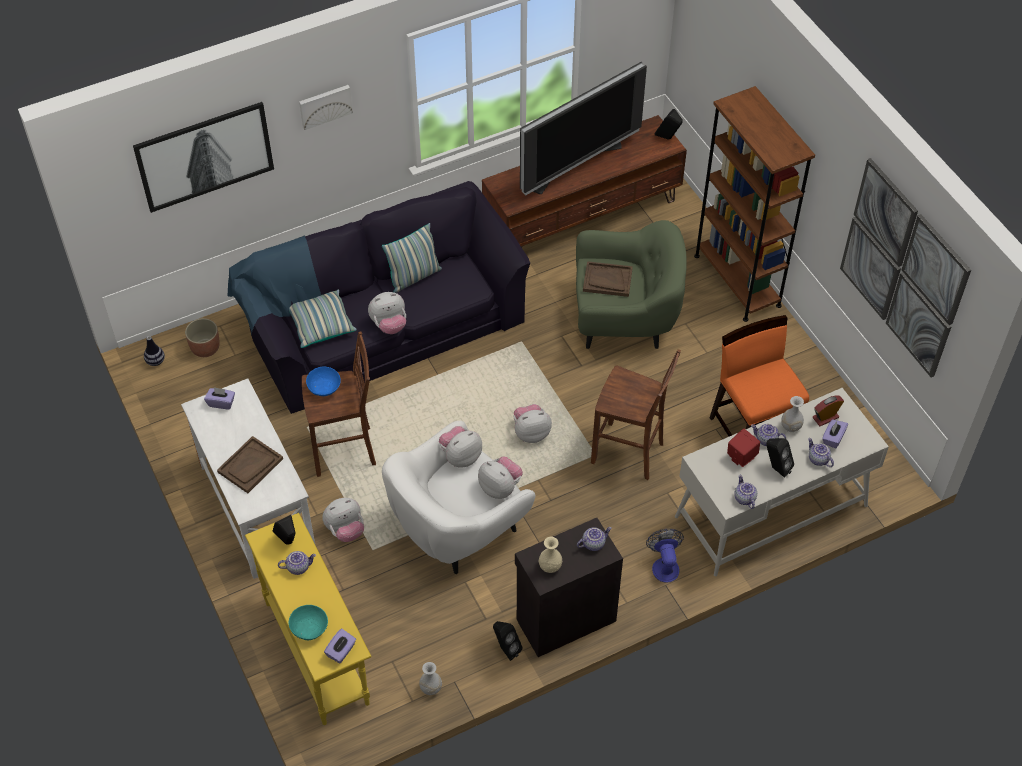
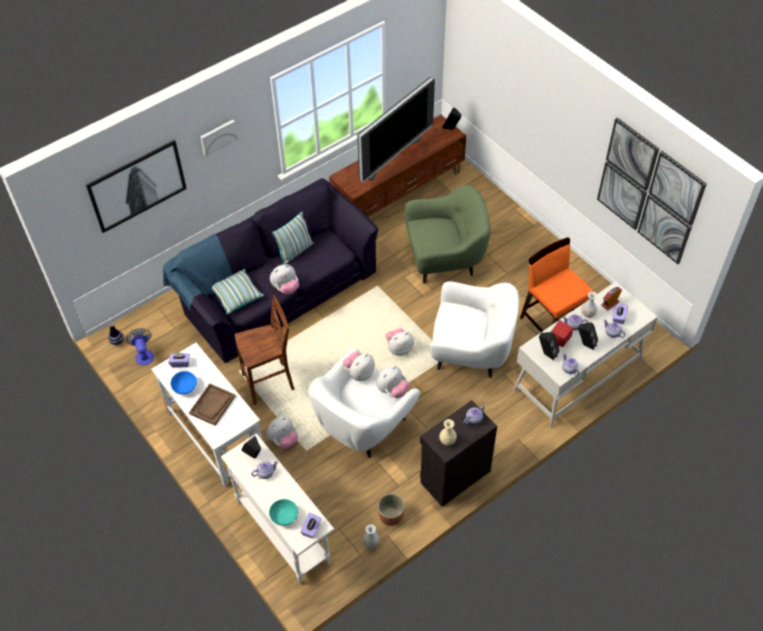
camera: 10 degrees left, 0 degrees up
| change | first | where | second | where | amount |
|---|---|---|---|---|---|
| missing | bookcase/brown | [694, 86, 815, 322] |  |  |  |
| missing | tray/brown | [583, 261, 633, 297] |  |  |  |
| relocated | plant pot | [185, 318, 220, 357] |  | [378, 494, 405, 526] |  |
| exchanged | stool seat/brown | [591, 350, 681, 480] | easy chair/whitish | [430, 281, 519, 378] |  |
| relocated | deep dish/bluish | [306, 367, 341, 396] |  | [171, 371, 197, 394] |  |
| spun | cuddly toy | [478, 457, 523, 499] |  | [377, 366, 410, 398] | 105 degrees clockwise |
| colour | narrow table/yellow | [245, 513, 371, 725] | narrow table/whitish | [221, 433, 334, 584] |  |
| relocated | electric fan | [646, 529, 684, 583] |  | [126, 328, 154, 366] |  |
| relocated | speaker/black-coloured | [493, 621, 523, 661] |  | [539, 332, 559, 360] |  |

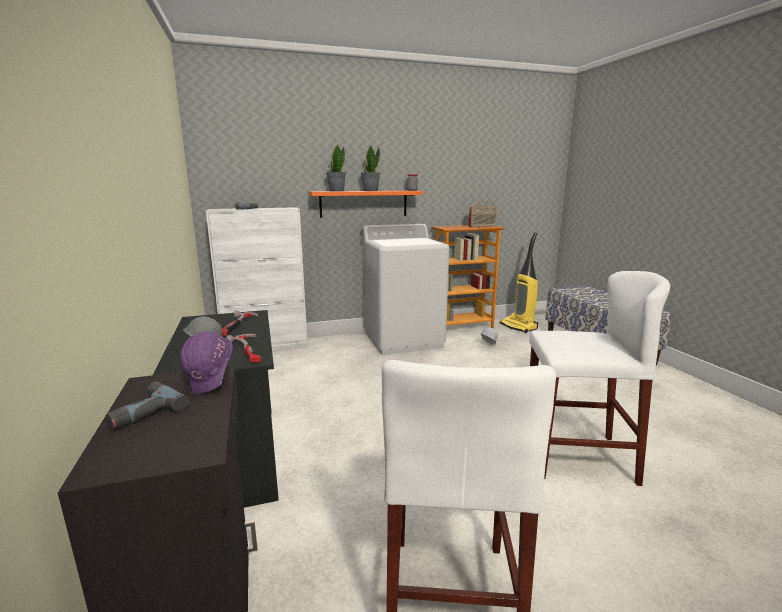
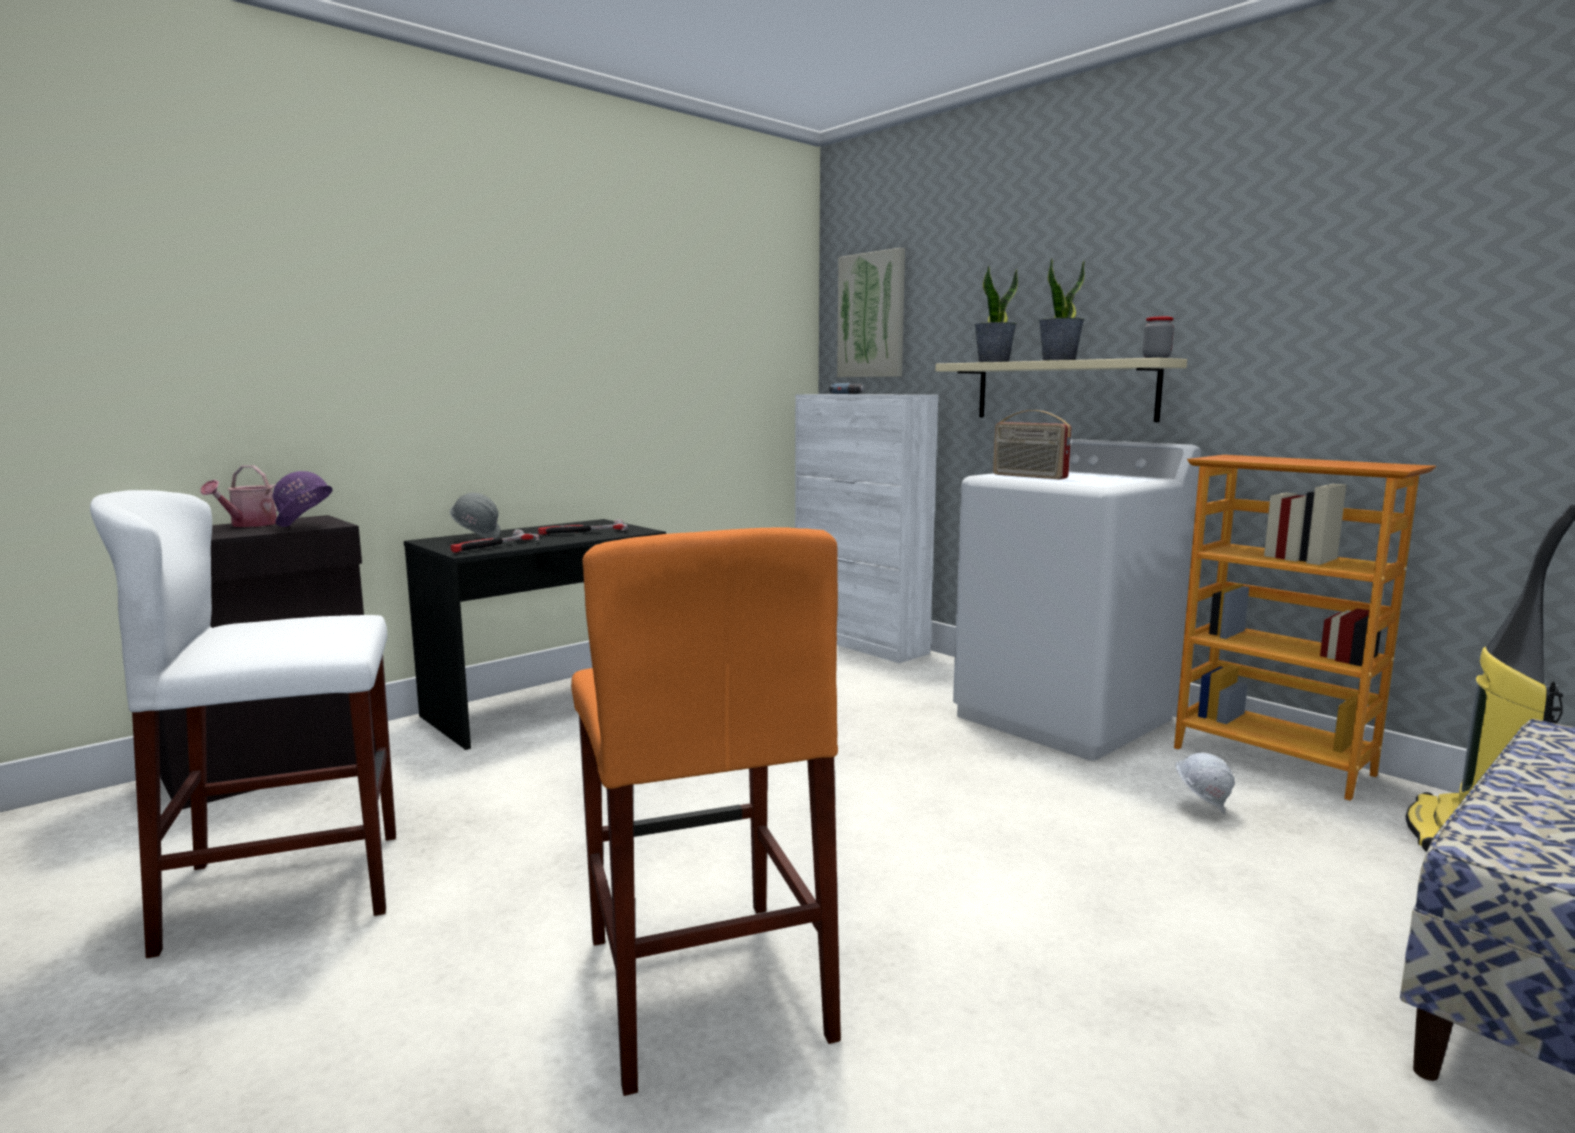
camera: 65 degrees right, 5 degrees down
| change | first | where | second | where | amount |
|---|---|---|---|---|---|
| colour | bracket shelf/orangey | [309, 191, 423, 218] | bracket shelf/sand-coloured | [935, 358, 1187, 422] |  |
| relocated | radio | [468, 201, 497, 227] |  | [993, 410, 1071, 479] |  |
| colour | stool seat/whitish | [529, 271, 670, 486] | stool seat/orangey | [571, 528, 841, 1096] |  |
| exchanged | electric drill | [106, 382, 189, 429] | watering can | [200, 465, 278, 527] |  |
| appeared |  |  | picture | [837, 248, 905, 377] |  |

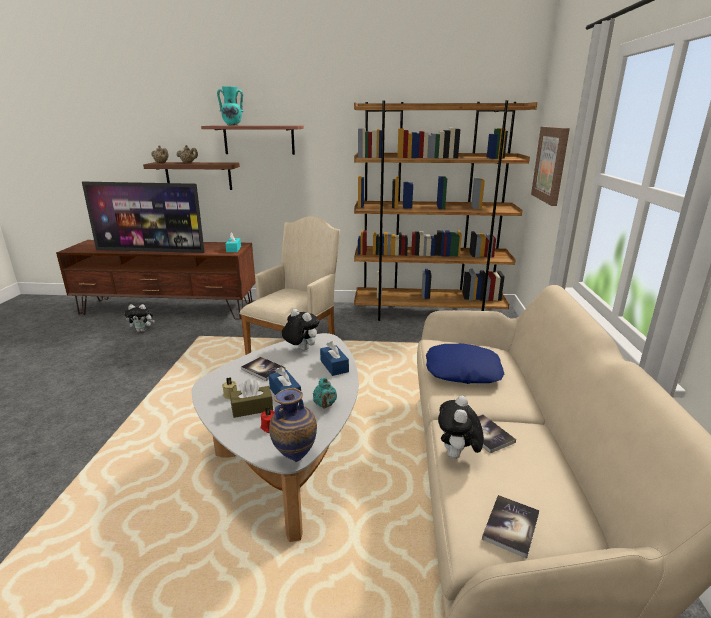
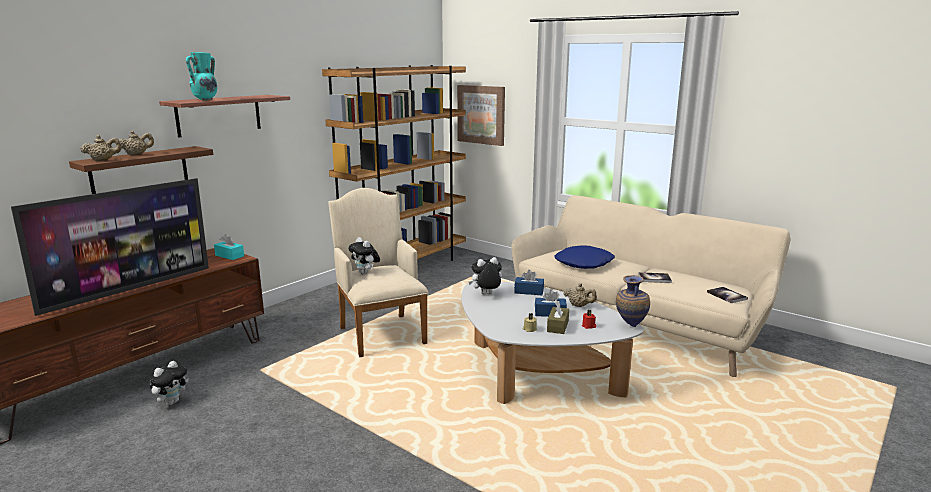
camera: 55 degrees left, 5 degrees down
| change | first | where | second | where | amount |
|---|---|---|---|---|---|
| missing | book | [241, 357, 286, 381] |  |  |  |
| colour | teapot/blue-green | [313, 377, 337, 409] | teapot/sand-coloured | [564, 283, 597, 307] |  |
| relocated | cuddly toy | [438, 396, 484, 459] |  | [348, 237, 380, 275] |  |

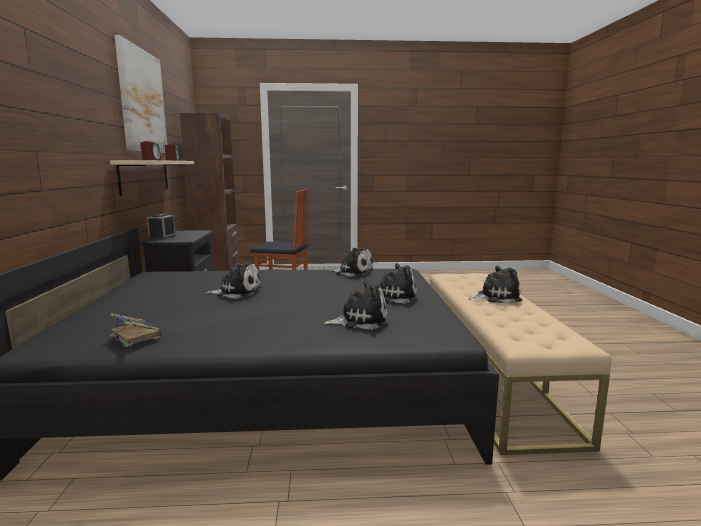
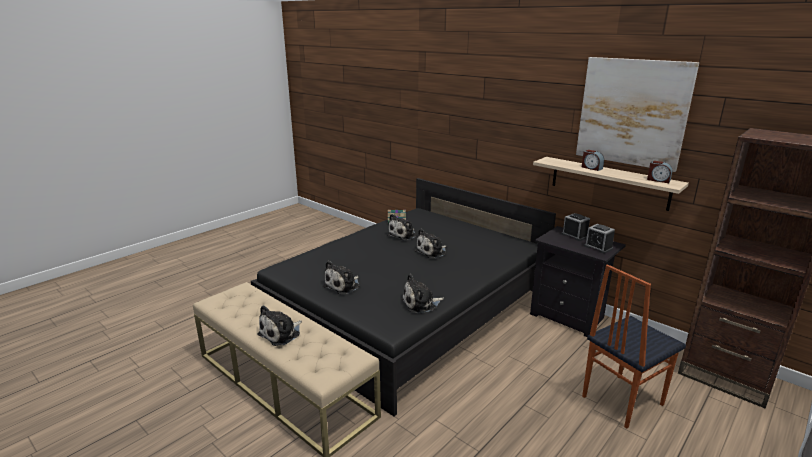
camera: 135 degrees right, 10 degrees up
| change | first | where | second | where | amount |
|---|---|---|---|---|---|
| relocated | cuddly toy | [323, 280, 388, 330] |  | [387, 214, 417, 240] |  |
| appeared |  |  | bedside clock | [584, 224, 615, 254] |  |

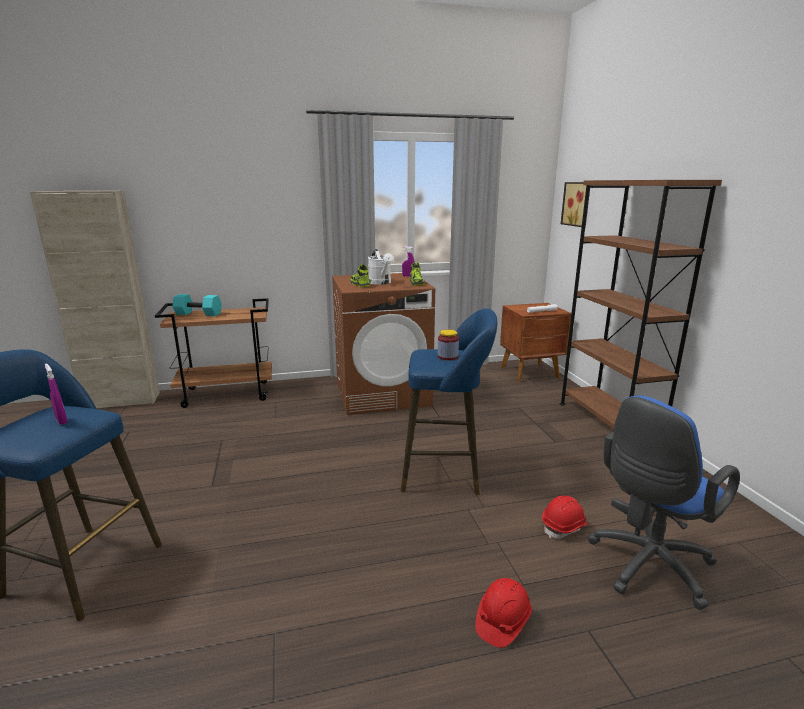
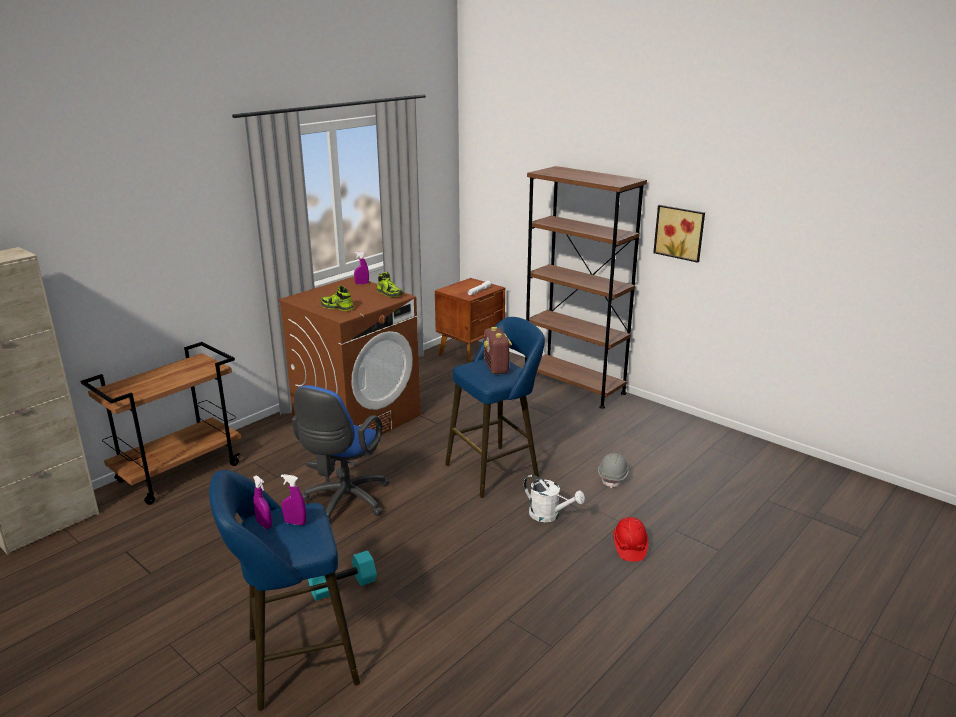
camera: 35 degrees left, 5 degrees up
| change | first | where | second | where | amount |
|---|---|---|---|---|---|
| relocated | picture | [561, 182, 590, 227] |  | [653, 205, 705, 263] |  |
| relocated | watering can/whitish | [368, 249, 394, 285] |  | [524, 474, 585, 522] |  |
| relocated | dumbbell/blue-green | [172, 294, 222, 316] |  | [308, 550, 377, 601] |  |
| exchanged | preserve jar | [438, 330, 459, 360] | radio | [484, 327, 512, 374] |  |
| relocated | office chair/bluish | [588, 396, 740, 610] |  | [292, 385, 389, 522] |  |
| colour | hard hat/red-coloured | [542, 495, 588, 539] | hard hat/gray | [598, 453, 629, 489] |  |
| appeared |  |  | spray bottle/purple | [253, 475, 272, 529] |  |

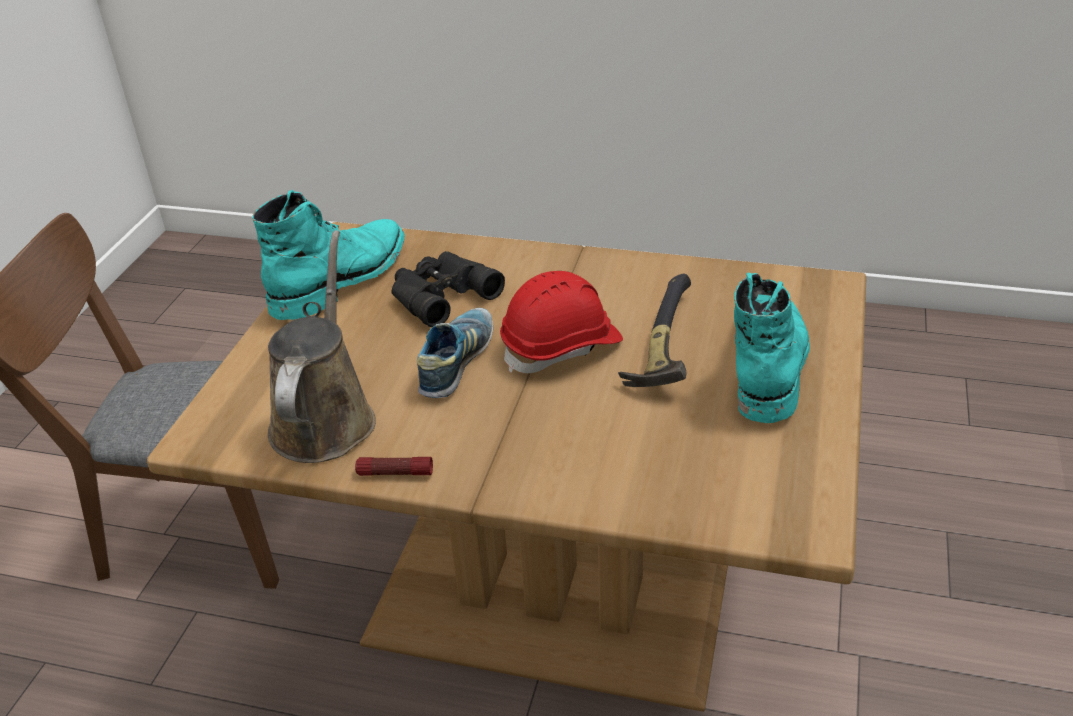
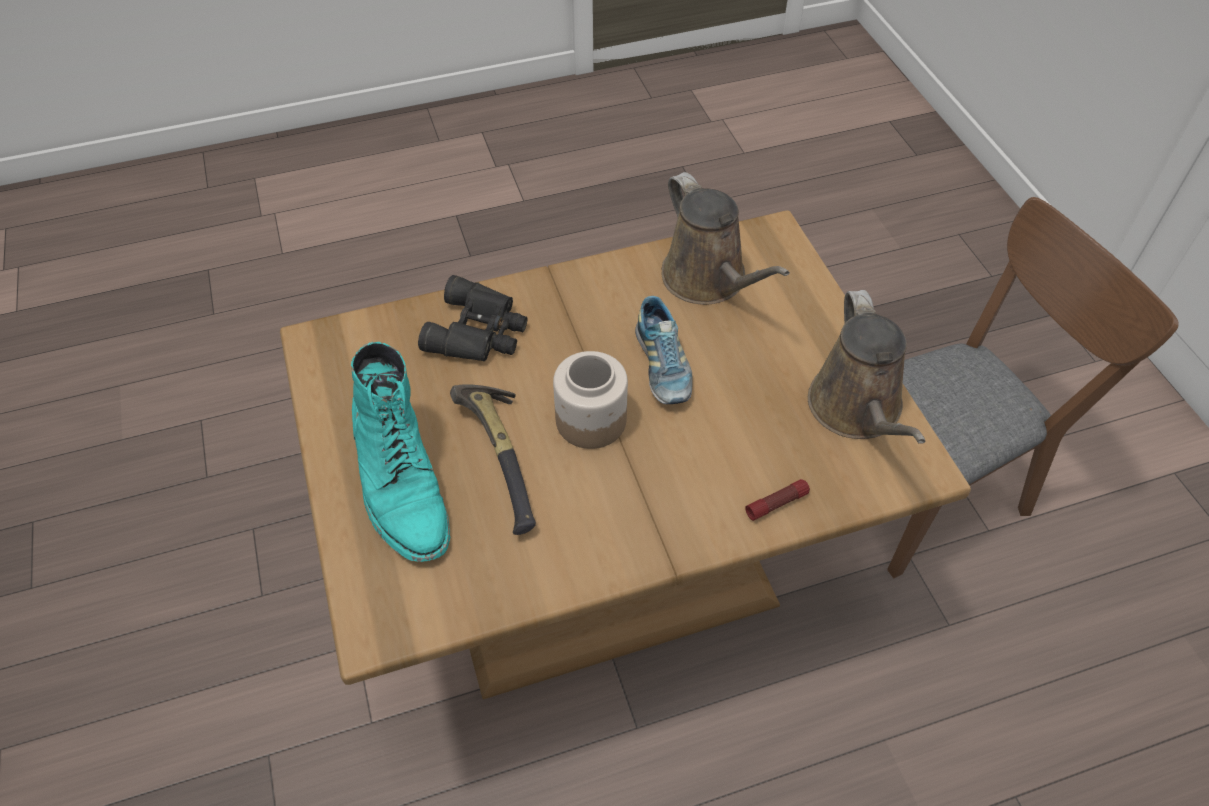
camera: 145 degrees right, 15 degrees up
| change | first | where | second | where | amount |
|---|---|---|---|---|---|
| exchanged | tall boot/blue-green | [252, 190, 405, 320] | watering can/brown | [808, 290, 925, 444] |  |
| relocated | field glasses/black-coloured | [391, 251, 505, 327] |  | [418, 275, 528, 361] |  |
| exchanged | hard hat/red-coloured | [500, 271, 623, 373] | preserve jar | [553, 351, 628, 449] |  |
| relocated | hand torch | [355, 457, 433, 476] |  | [745, 479, 810, 521] |  |

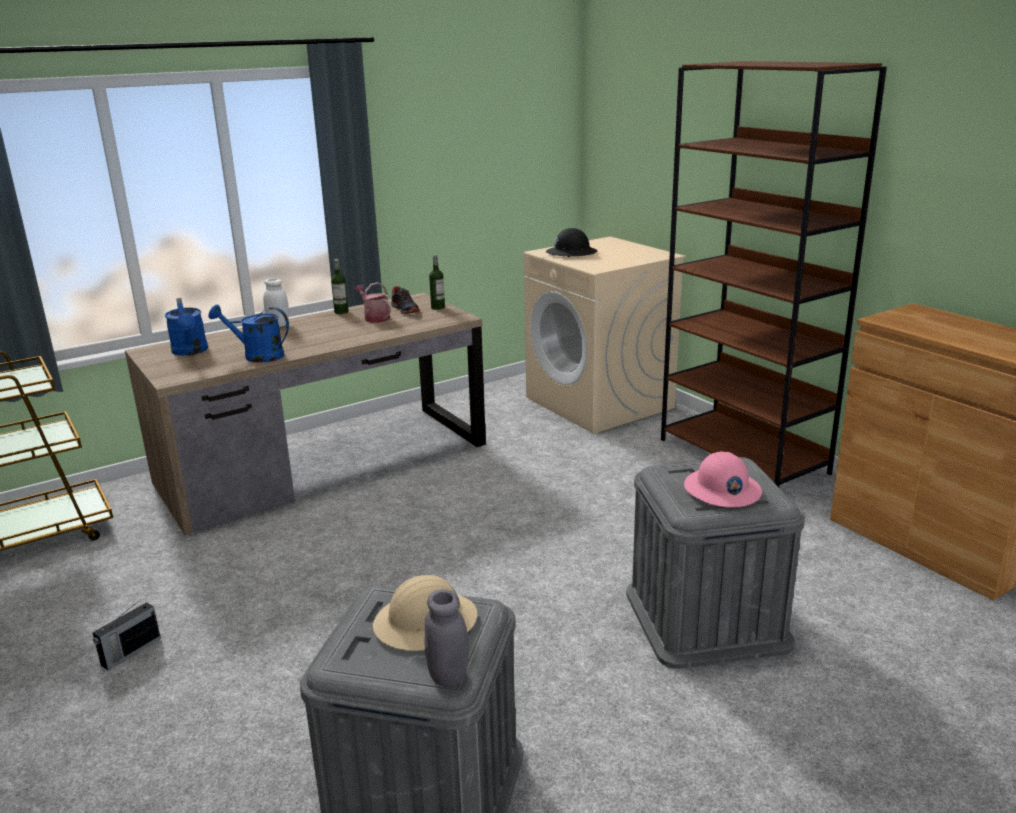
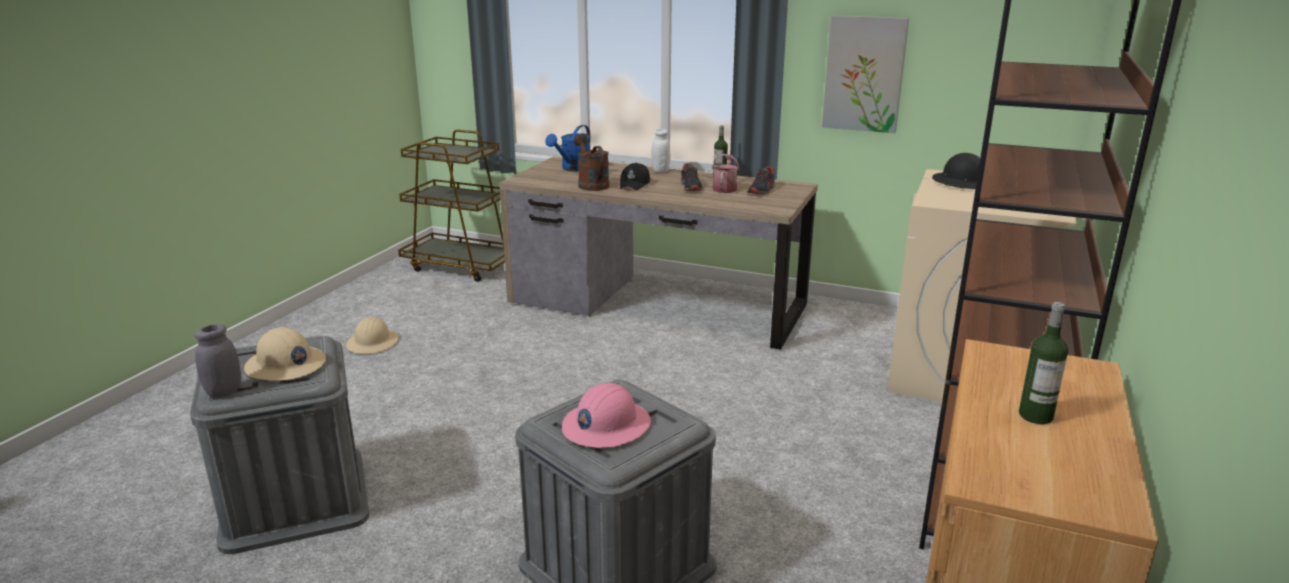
camera: 55 degrees right, 0 degrees up
| change | first | where | second | where | amount |
|---|---|---|---|---|---|
| relocated | beverage bottle | [429, 255, 445, 310] |  | [1019, 302, 1068, 424] |  |
| colour | watering can/bluish | [208, 304, 289, 363] | watering can/brown | [574, 134, 609, 191] |  |
| exchanged | radio | [93, 599, 161, 670] | hard hat/sand-coloured | [346, 317, 399, 354] |  |
| appeared |  |  | picture | [822, 15, 909, 133] |  |
| appeared |  |  | cap/black-coloured | [620, 163, 650, 190] |  |
| appeared |  |  | item of footwear | [681, 163, 703, 191] |  |

